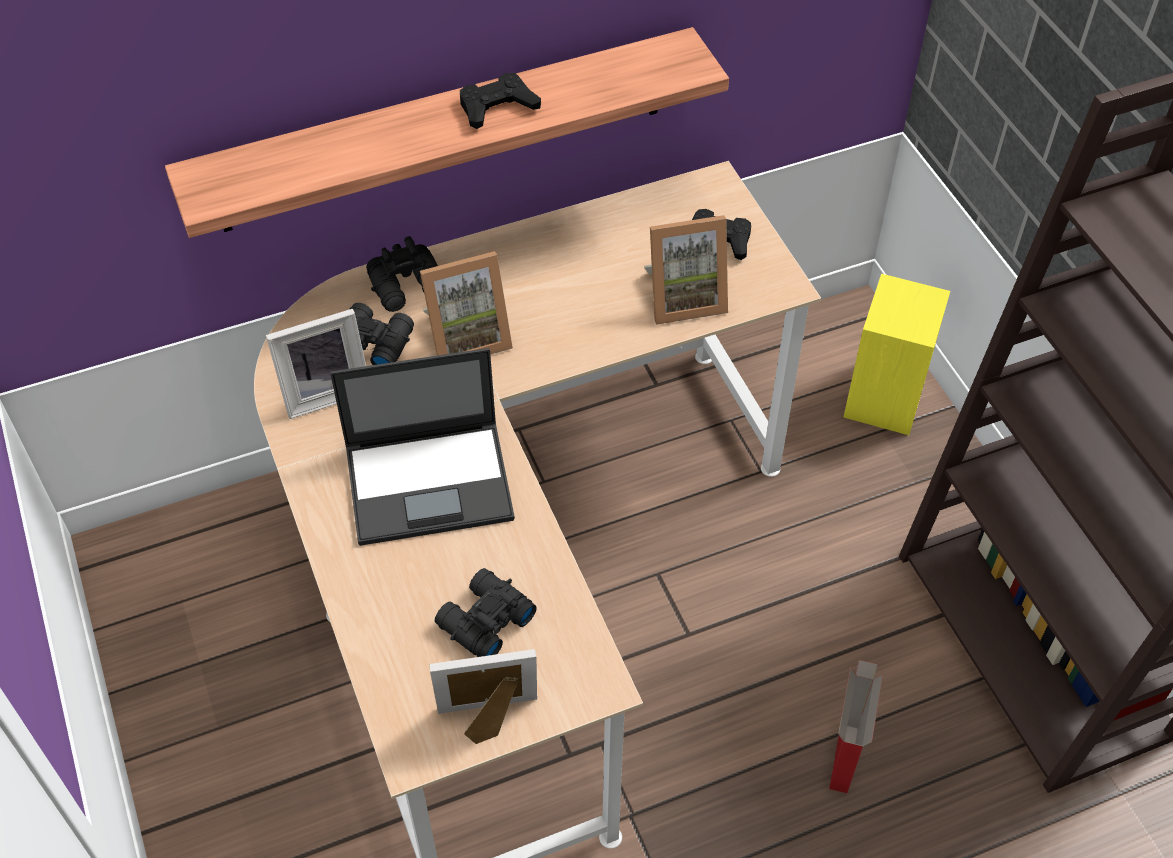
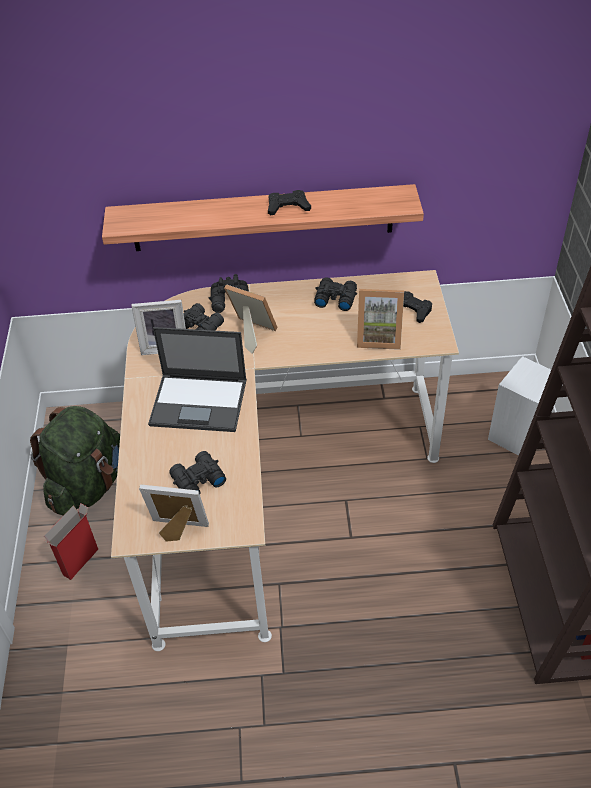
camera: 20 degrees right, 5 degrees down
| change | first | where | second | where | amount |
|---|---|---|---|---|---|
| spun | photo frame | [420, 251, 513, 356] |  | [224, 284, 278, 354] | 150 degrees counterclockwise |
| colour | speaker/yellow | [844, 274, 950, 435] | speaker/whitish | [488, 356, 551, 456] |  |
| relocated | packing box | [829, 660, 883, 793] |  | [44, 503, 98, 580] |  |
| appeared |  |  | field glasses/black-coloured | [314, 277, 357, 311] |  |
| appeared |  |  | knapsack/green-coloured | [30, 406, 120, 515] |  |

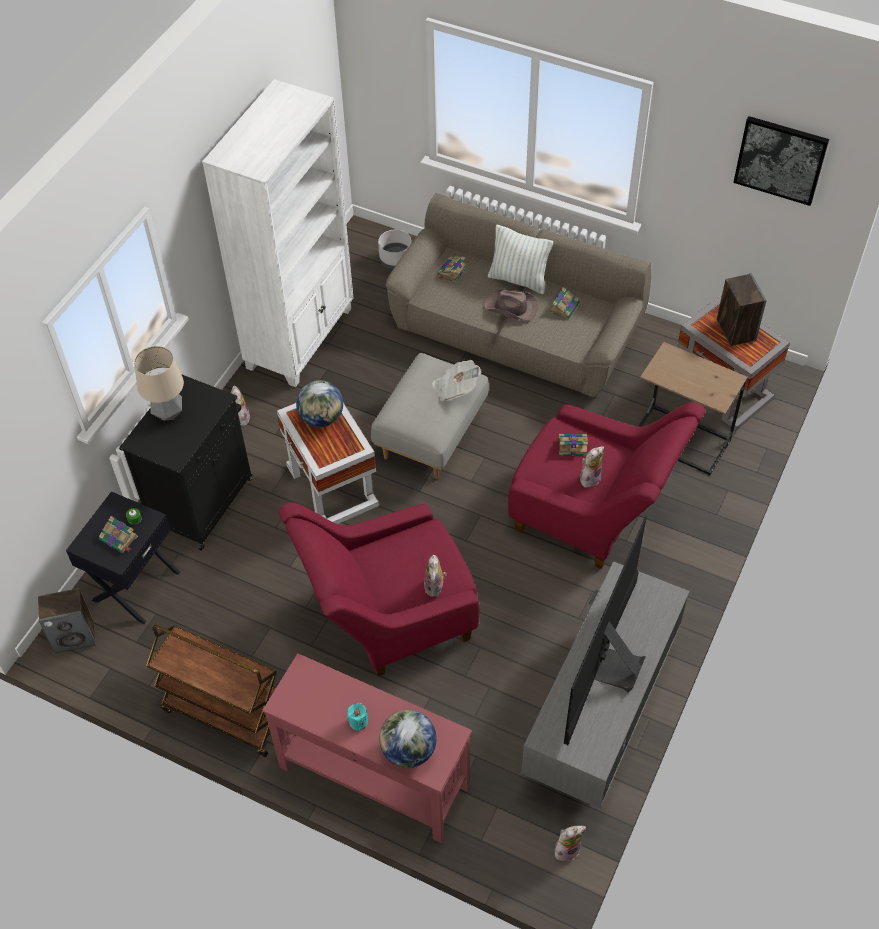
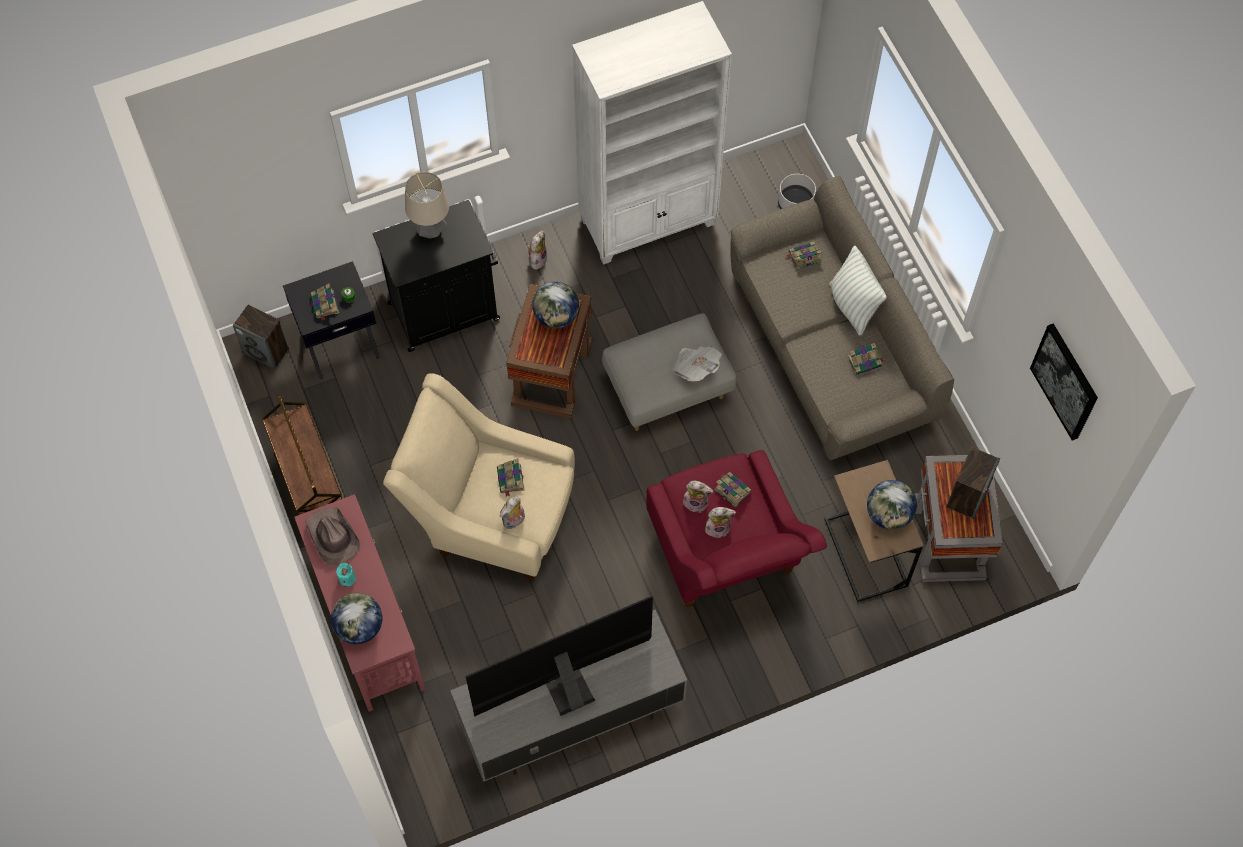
camera: 40 degrees right, 10 degrees up
| change | first | where | second | where | amount |
|---|---|---|---|---|---|
| relocated | wearable hat/brown | [484, 289, 538, 321] |  | [305, 507, 360, 565] |  |
| colour | accent table/whitish | [277, 403, 379, 524] | accent table/brown | [506, 284, 592, 418] |  |
| colour | easy chair/red-coloured | [278, 502, 480, 677] | easy chair/sand-coloured | [383, 373, 575, 581] |  |
| relocated | cuddly toy | [555, 826, 586, 861] |  | [683, 481, 713, 512] |  |
| appeared |  |  | book | [497, 458, 525, 497] |  |
| appeared |  |  | world globe | [867, 480, 917, 530] |  |

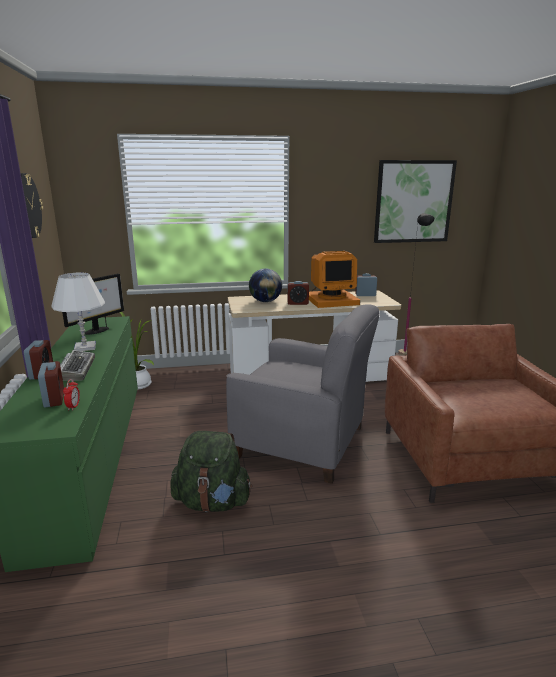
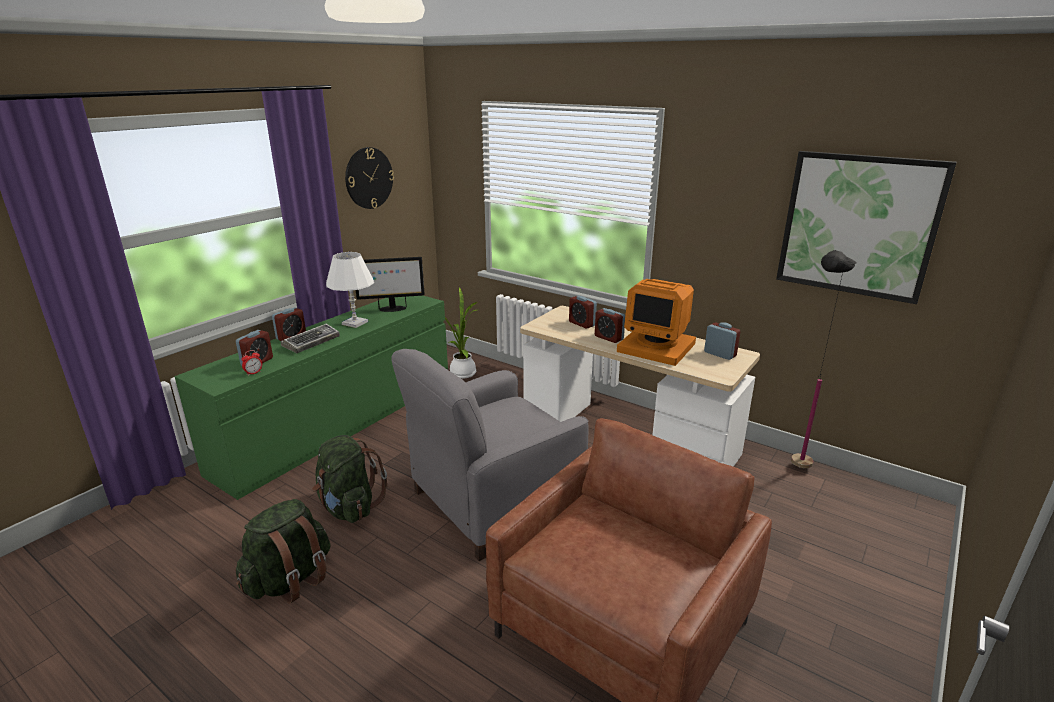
camera: 45 degrees right, 5 degrees up
| change | first | where | second | where | amount |
|---|---|---|---|---|---|
| exchanged | world globe | [249, 269, 282, 302] | bedside clock | [569, 295, 597, 329] |  |
| spun | easy chair/gray | [226, 304, 380, 484] |  | [392, 349, 588, 561] | 75 degrees clockwise |
| appeared |  |  | knapsack/green-coloured | [236, 499, 330, 604] |  |

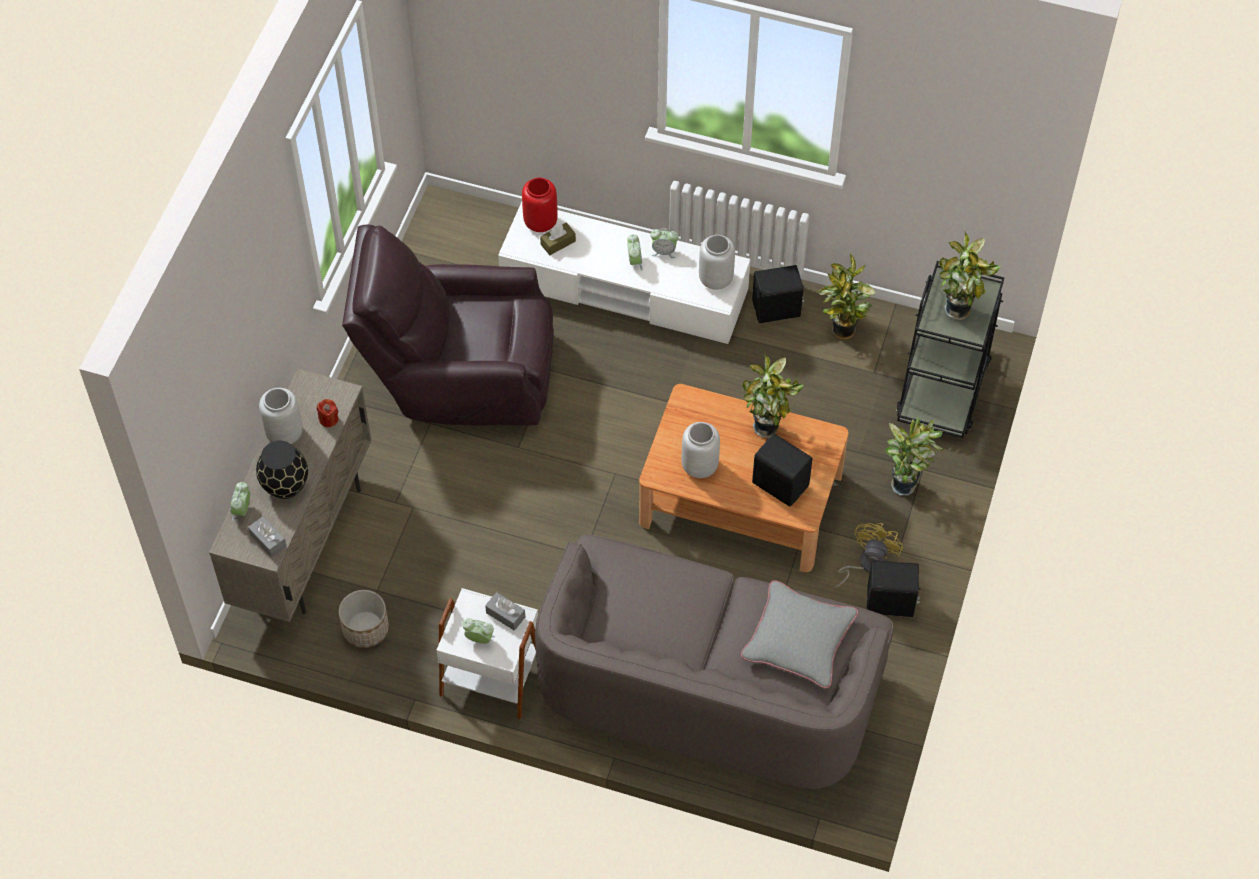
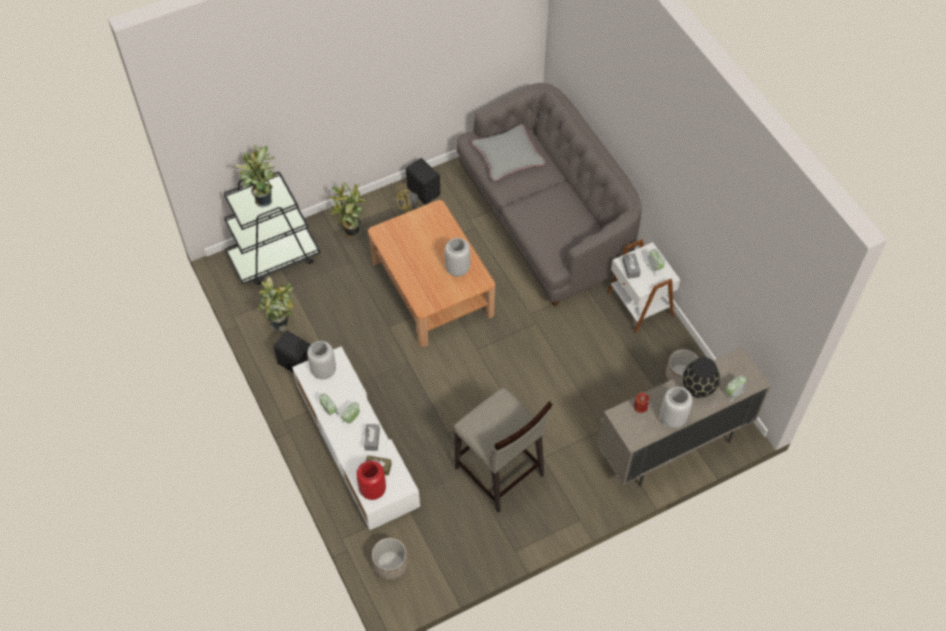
camera: 135 degrees left, 0 degrees up
| change | first | where | second | where | amount |
|---|---|---|---|---|---|
| exchanged | easy chair/brown | [342, 224, 554, 426] | stool seat/sand-coloured | [453, 388, 552, 513] |  |
| missing | potted plant | [742, 354, 804, 438] |  |  |  |
| missing | speaker/black-coloured | [752, 434, 812, 507] |  |  |  |
| relocated | box of tissues/gray | [248, 516, 286, 557] |  | [364, 424, 380, 451] |  |
| appeared |  |  | plant pot | [372, 538, 408, 580] |  |

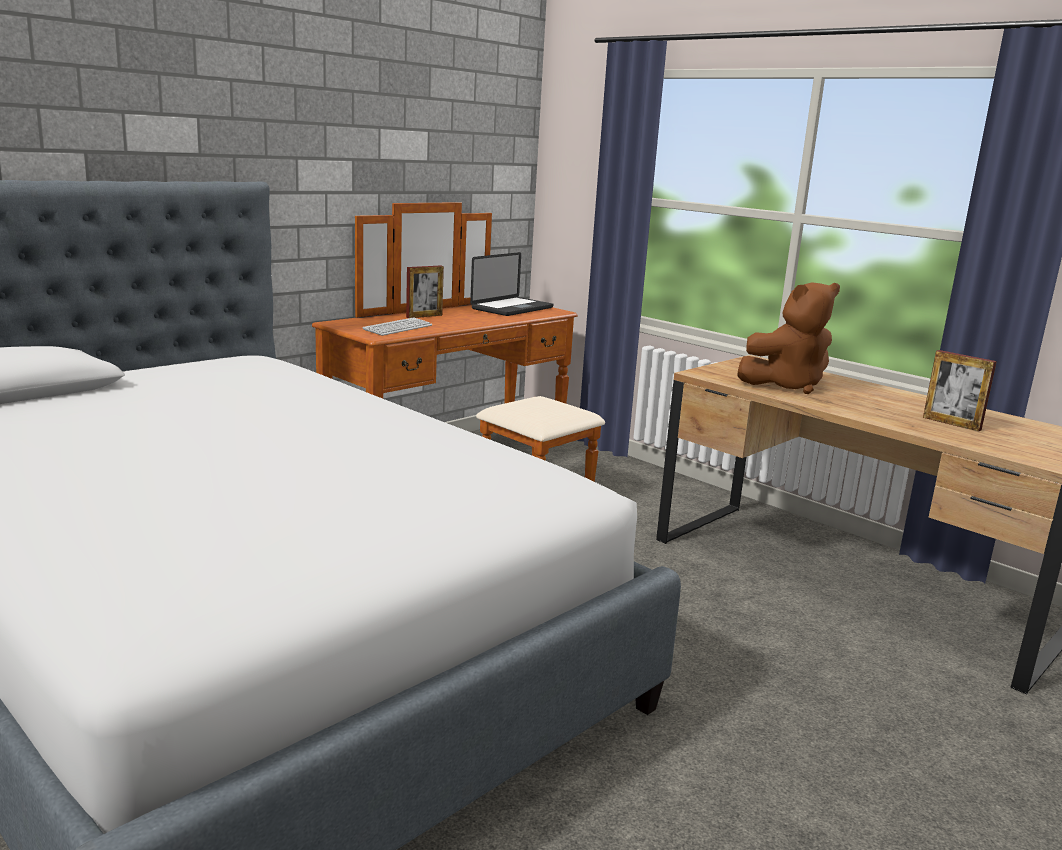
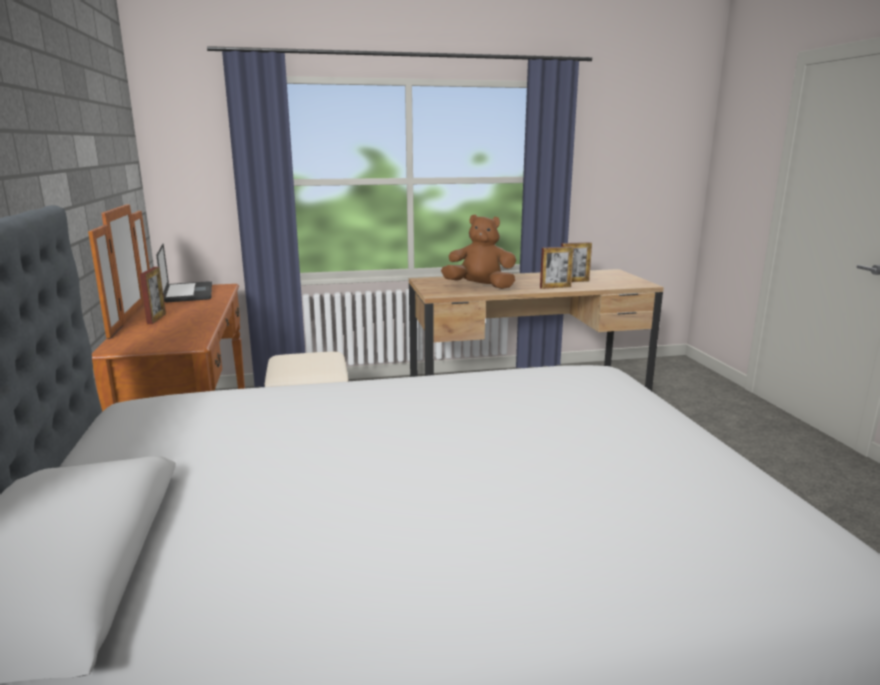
camera: 55 degrees left, 0 degrees up
| change | first | where | second | where | amount |
|---|---|---|---|---|---|
| spun | cuddly toy/brown | [738, 282, 840, 394] |  | [441, 215, 516, 289] | 90 degrees counterclockwise |
| missing | PC keyboard | [363, 318, 432, 336] |  |  |  |
| appeared |  |  | photo frame | [540, 246, 574, 289] |  |

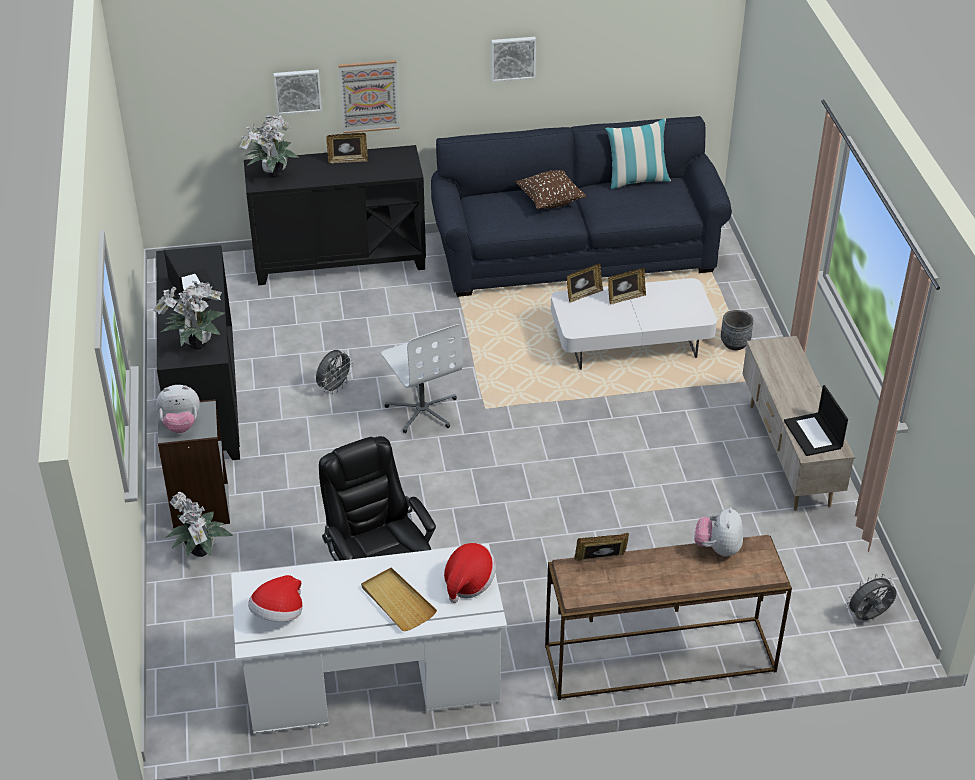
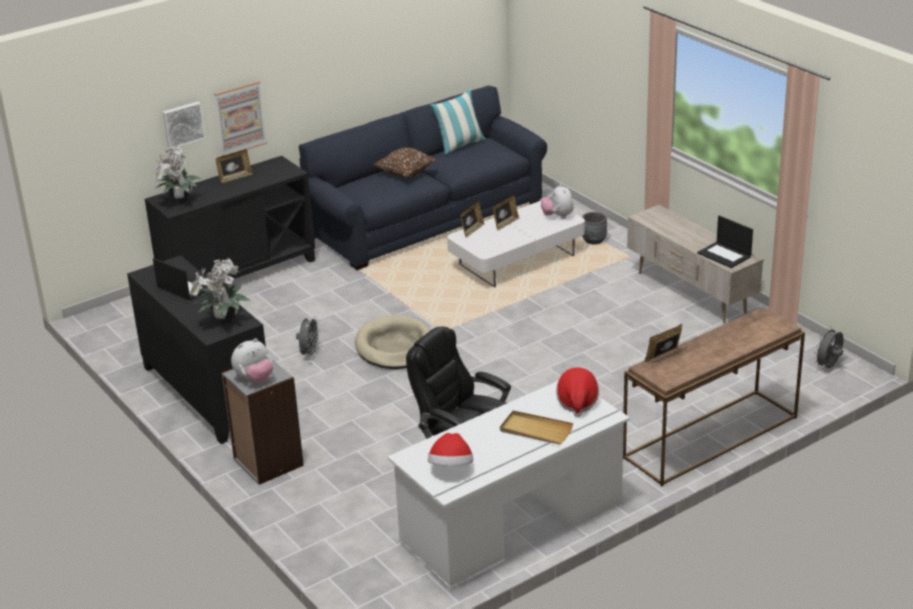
camera: 25 degrees left, 10 degrees down
| change | first | where | second | where | amount |
|---|---|---|---|---|---|
| missing | picture | [491, 37, 536, 82] |  |  |  |
| exchanged | office chair/whitish | [381, 324, 463, 433] | pet bed/sand-coloured | [355, 315, 431, 369] |  |
| missing | potted plant | [165, 492, 233, 557] |  |  |  |
| relocated | cuddly toy | [694, 507, 743, 557] |  | [541, 184, 574, 219] |  |

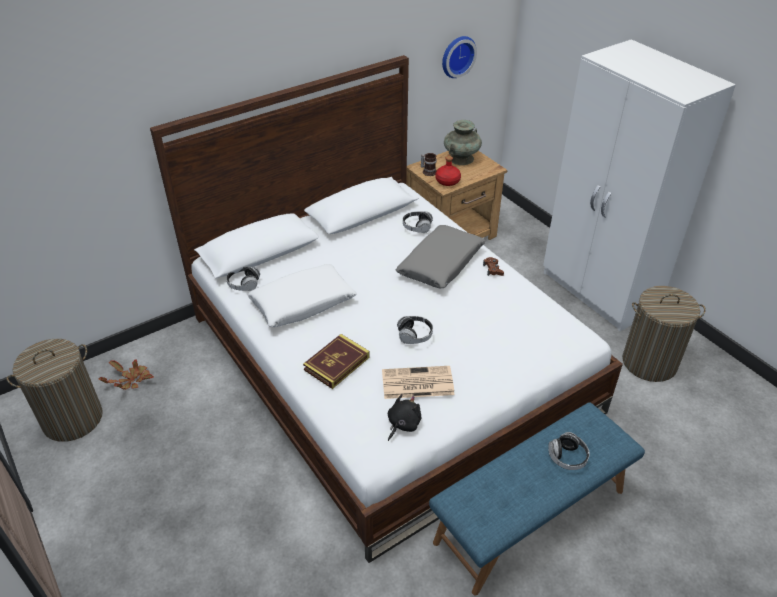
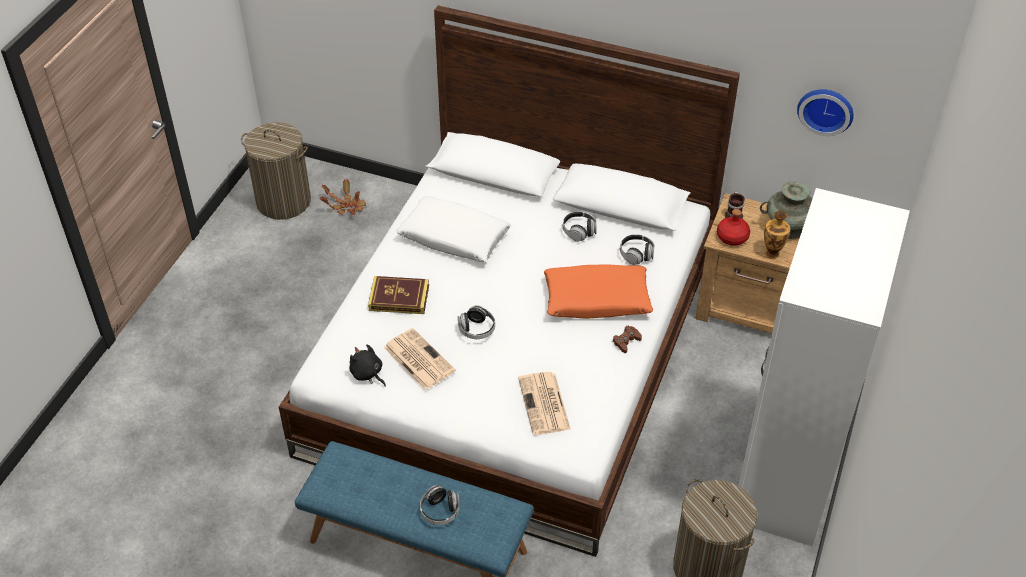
camera: 55 degrees right, 5 degrees up
| change | first | where | second | where | amount |
|---|---|---|---|---|---|
| colour | pillow/gray | [395, 225, 486, 288] | pillow/orangey | [544, 264, 653, 319] |  |
| relocated | headset | [226, 266, 260, 291] |  | [563, 212, 597, 242] |  |
| spun | cuddly toy/black-coloured | [388, 394, 422, 441] |  | [349, 344, 386, 387] | 135 degrees counterclockwise |
| appeared |  |  | flower vase | [764, 211, 791, 259] |  |
| appeared |  |  | newspaper | [518, 372, 571, 435] |  |

